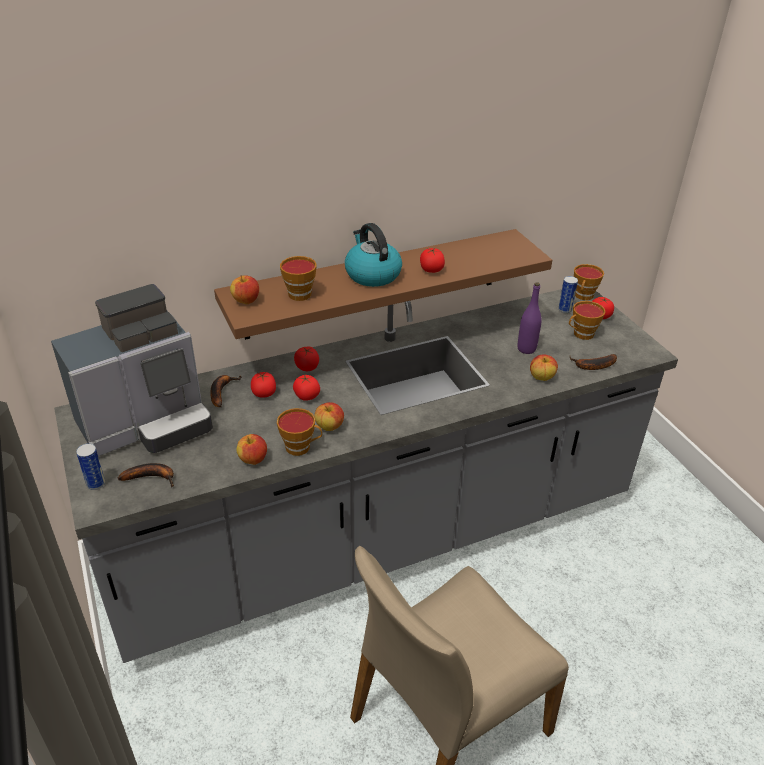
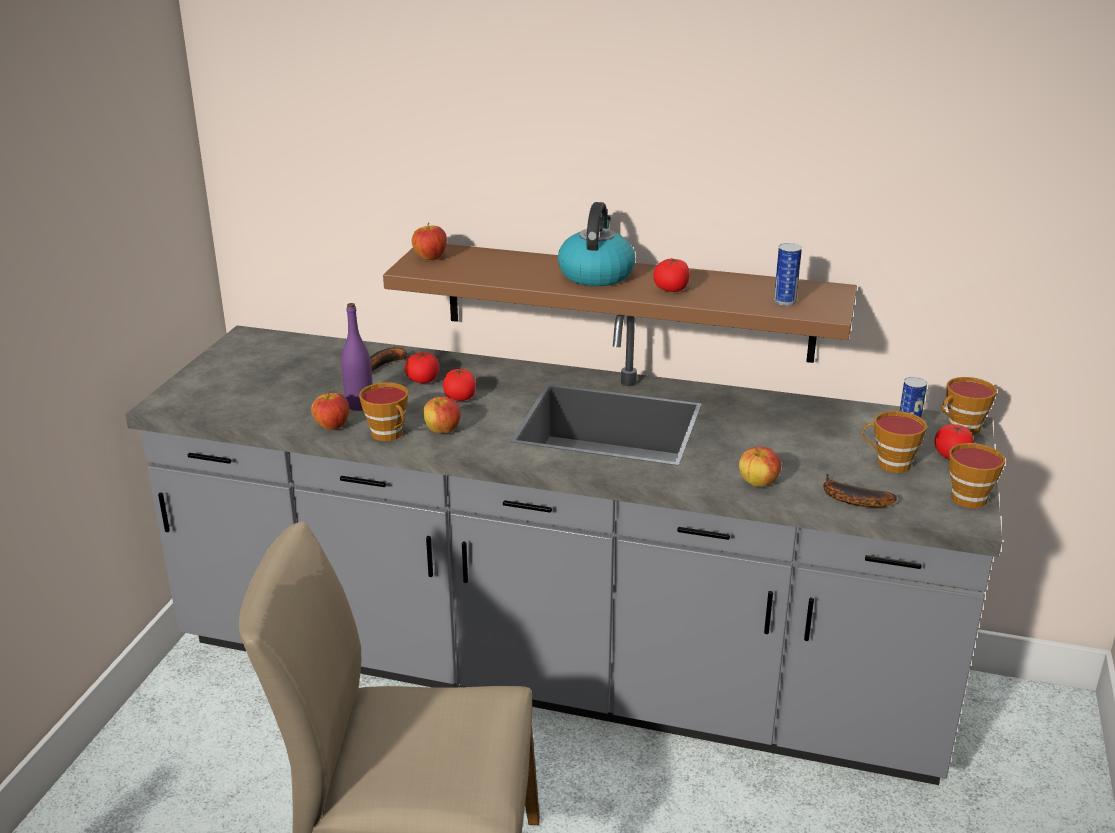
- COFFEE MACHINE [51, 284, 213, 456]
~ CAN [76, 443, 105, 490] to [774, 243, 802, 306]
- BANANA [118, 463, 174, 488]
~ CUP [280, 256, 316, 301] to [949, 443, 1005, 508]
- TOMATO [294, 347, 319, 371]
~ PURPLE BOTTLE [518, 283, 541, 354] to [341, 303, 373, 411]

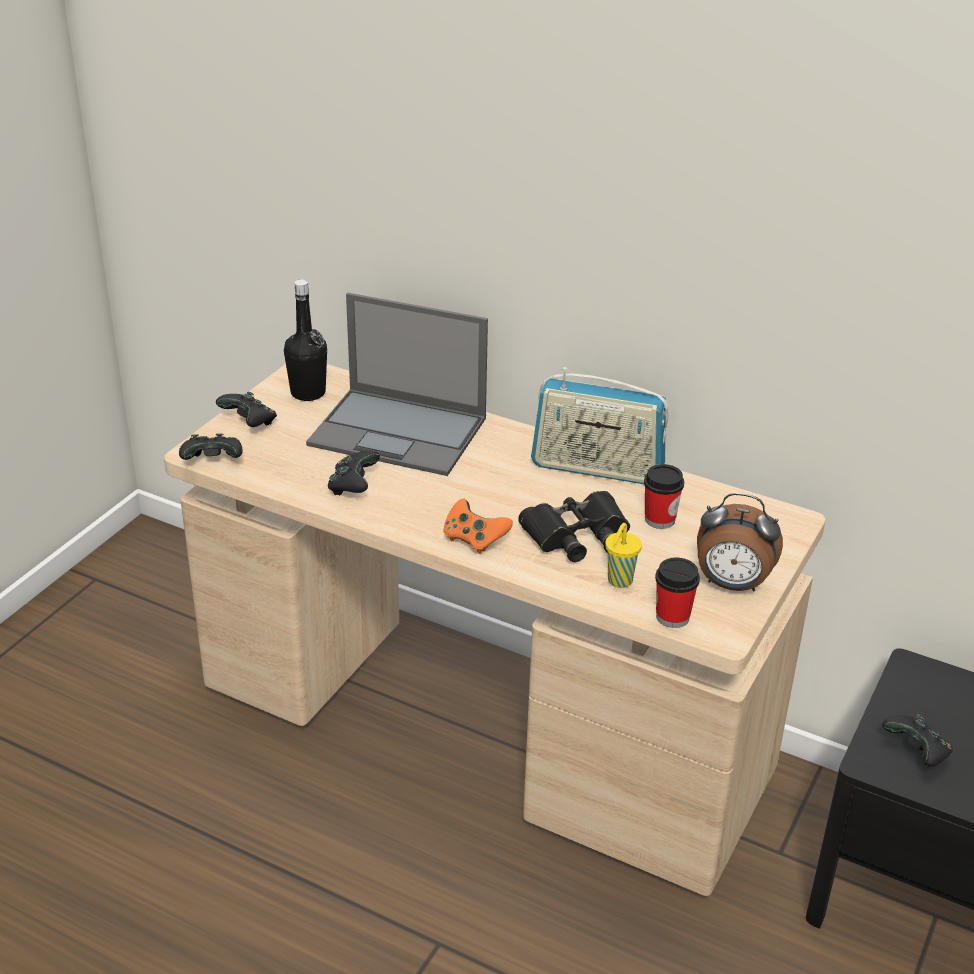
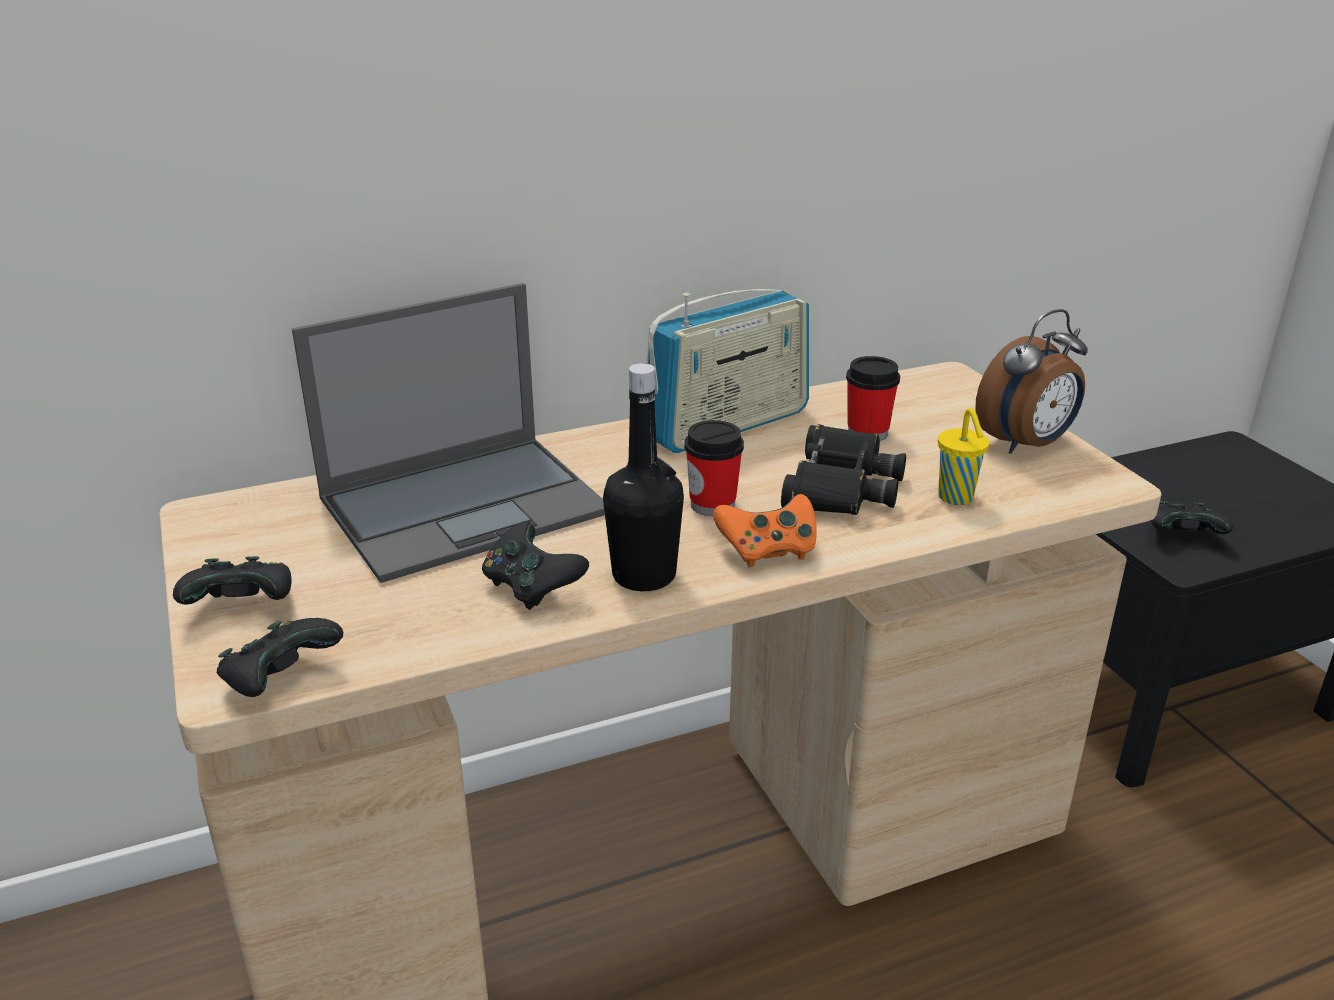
~ BLACK BOTTLE [284, 279, 327, 401] to [603, 363, 684, 591]
~ CUP [655, 558, 700, 628] to [684, 420, 744, 516]

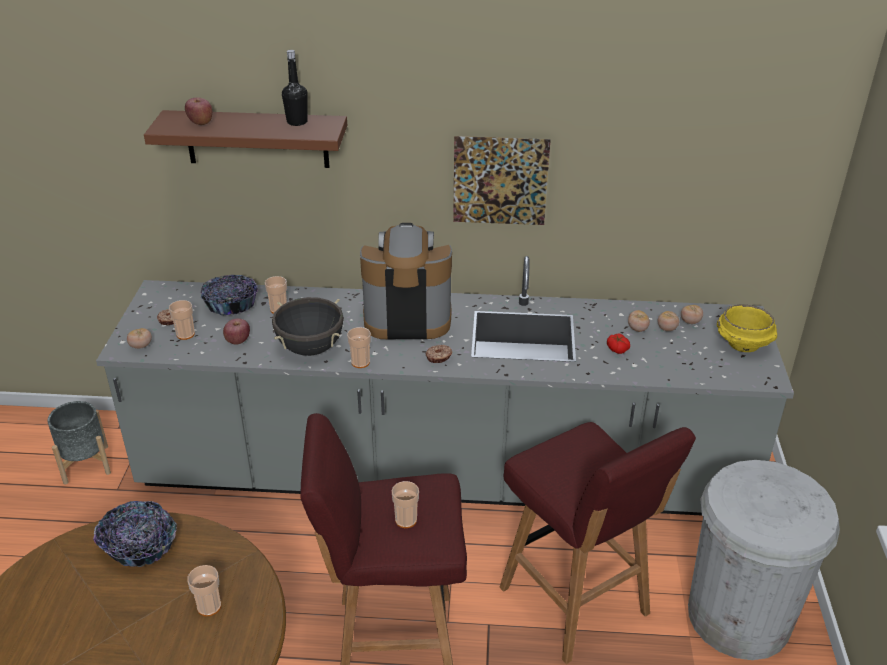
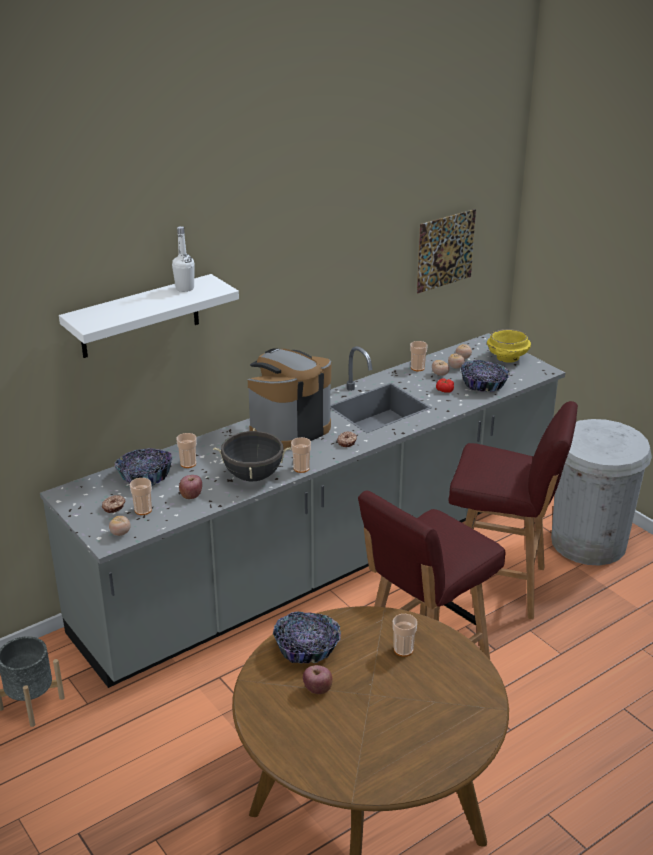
~ BROWN SHELF [144, 110, 347, 168] to WHITE SHELF [59, 274, 239, 358]
~ APPLE [185, 97, 212, 125] to [303, 665, 332, 694]
~ BLACK BOTTLE [282, 50, 308, 126] to WHITE BOTTLE [172, 226, 195, 292]
~ CUP [392, 481, 419, 528] to [410, 341, 428, 371]
~ PICTURE [453, 136, 550, 225] to [417, 209, 476, 293]
+ BOWL [460, 360, 510, 392]

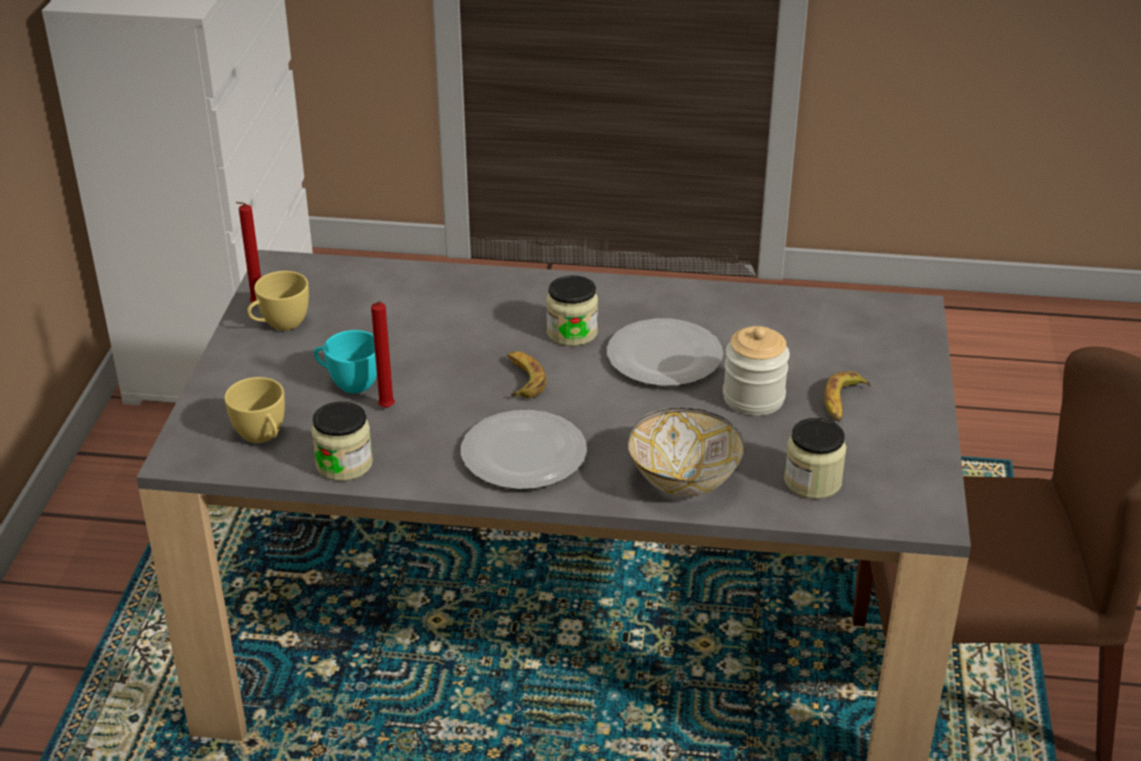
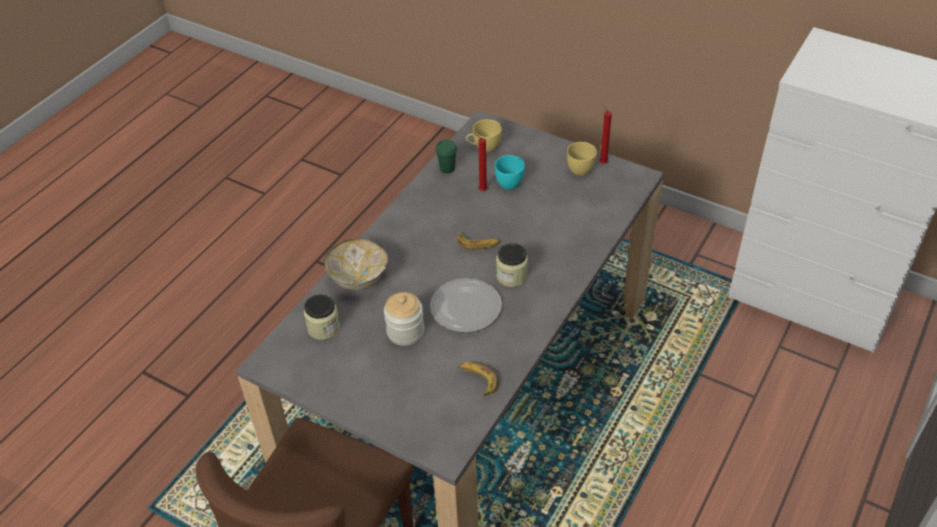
~ JAR [311, 402, 373, 481] to GREEN CUP [435, 140, 457, 173]
- PLATE [461, 410, 587, 489]
~ BANANA [824, 371, 871, 422] to [459, 362, 498, 396]

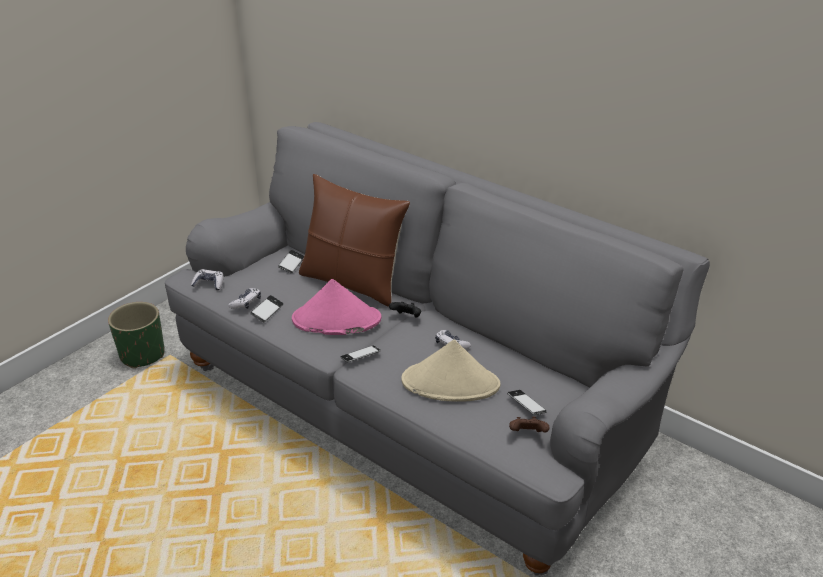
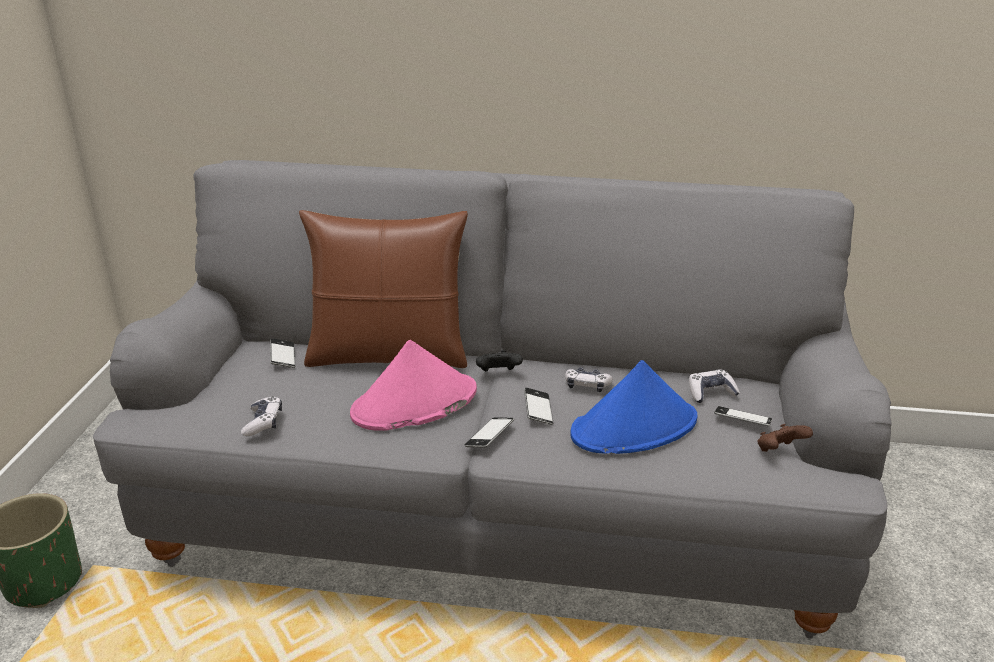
~ GAME CONTROLLER [191, 269, 223, 291] to [689, 369, 740, 403]
~ PHONE [250, 295, 284, 322] to [524, 387, 553, 425]
~ BEIGE HAT [401, 339, 500, 402] to BLUE HAT [570, 360, 697, 454]

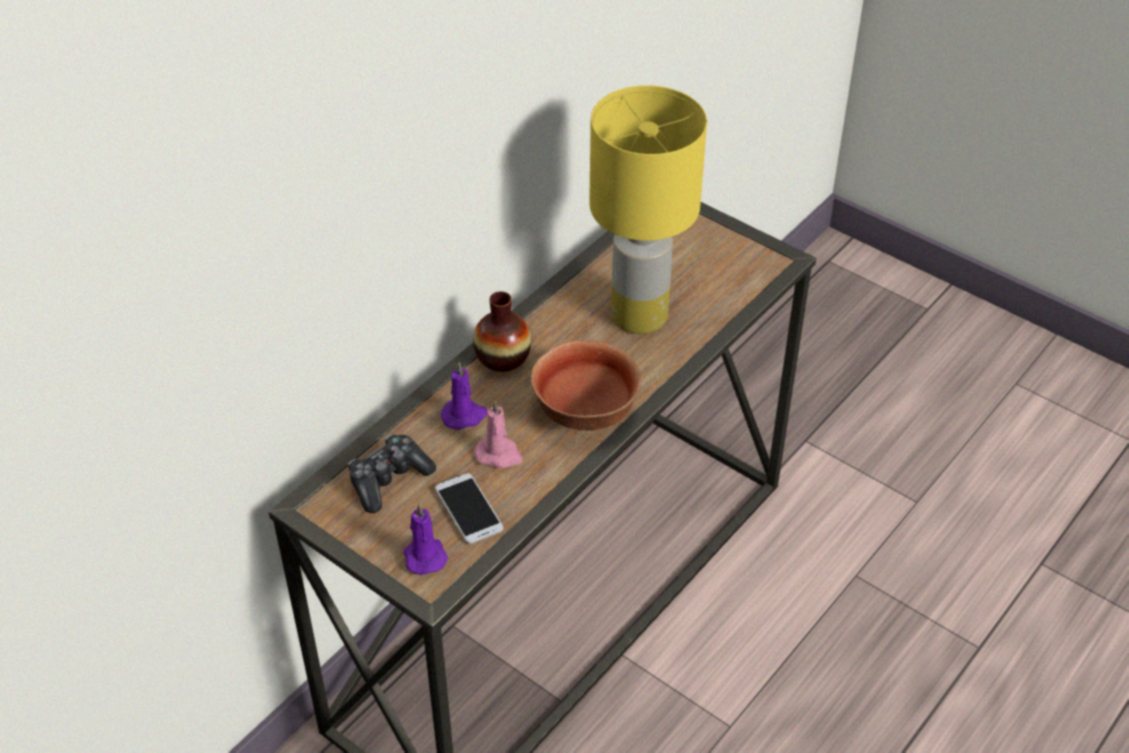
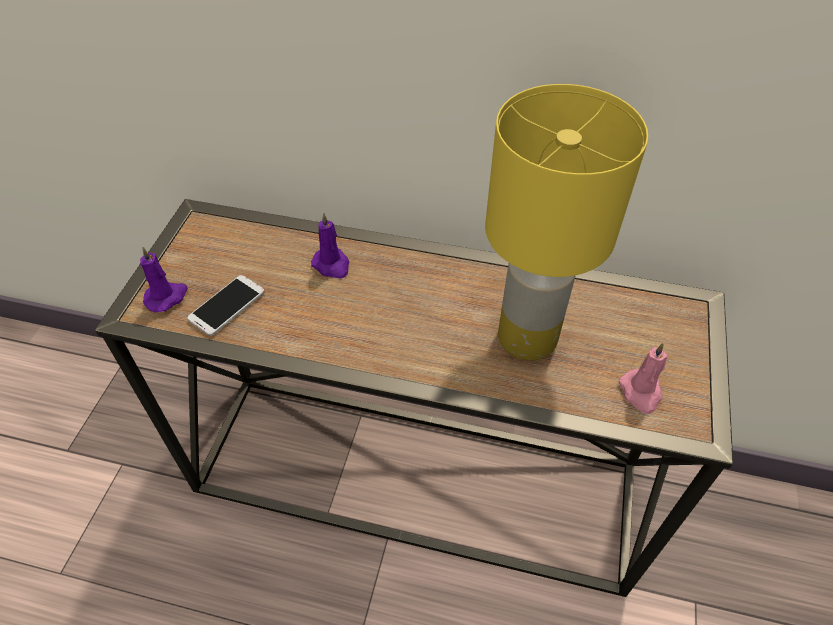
- GAME CONTROLLER [348, 435, 436, 513]
- VASE [473, 291, 531, 372]
~ PINK CANDLE [475, 400, 523, 468] to [619, 343, 667, 414]
- BOWL [531, 340, 641, 431]

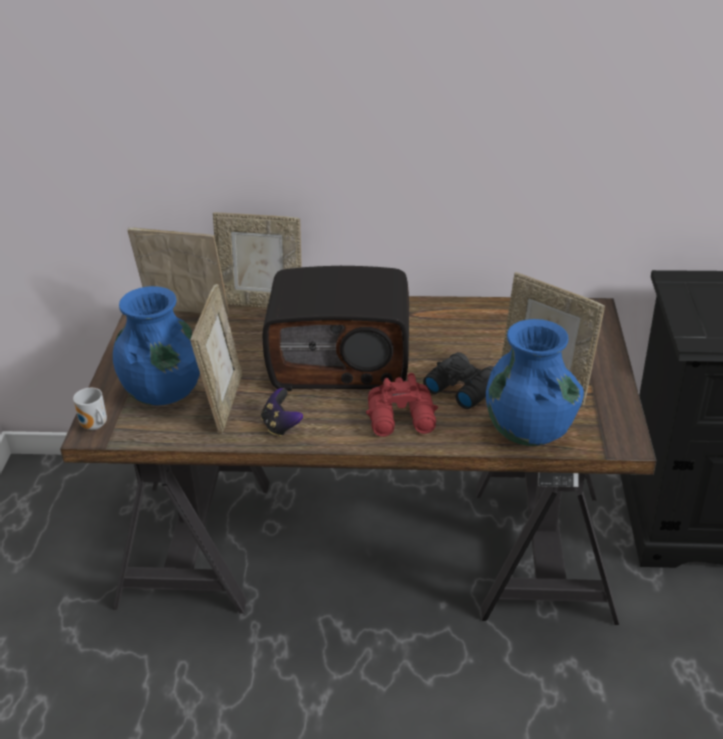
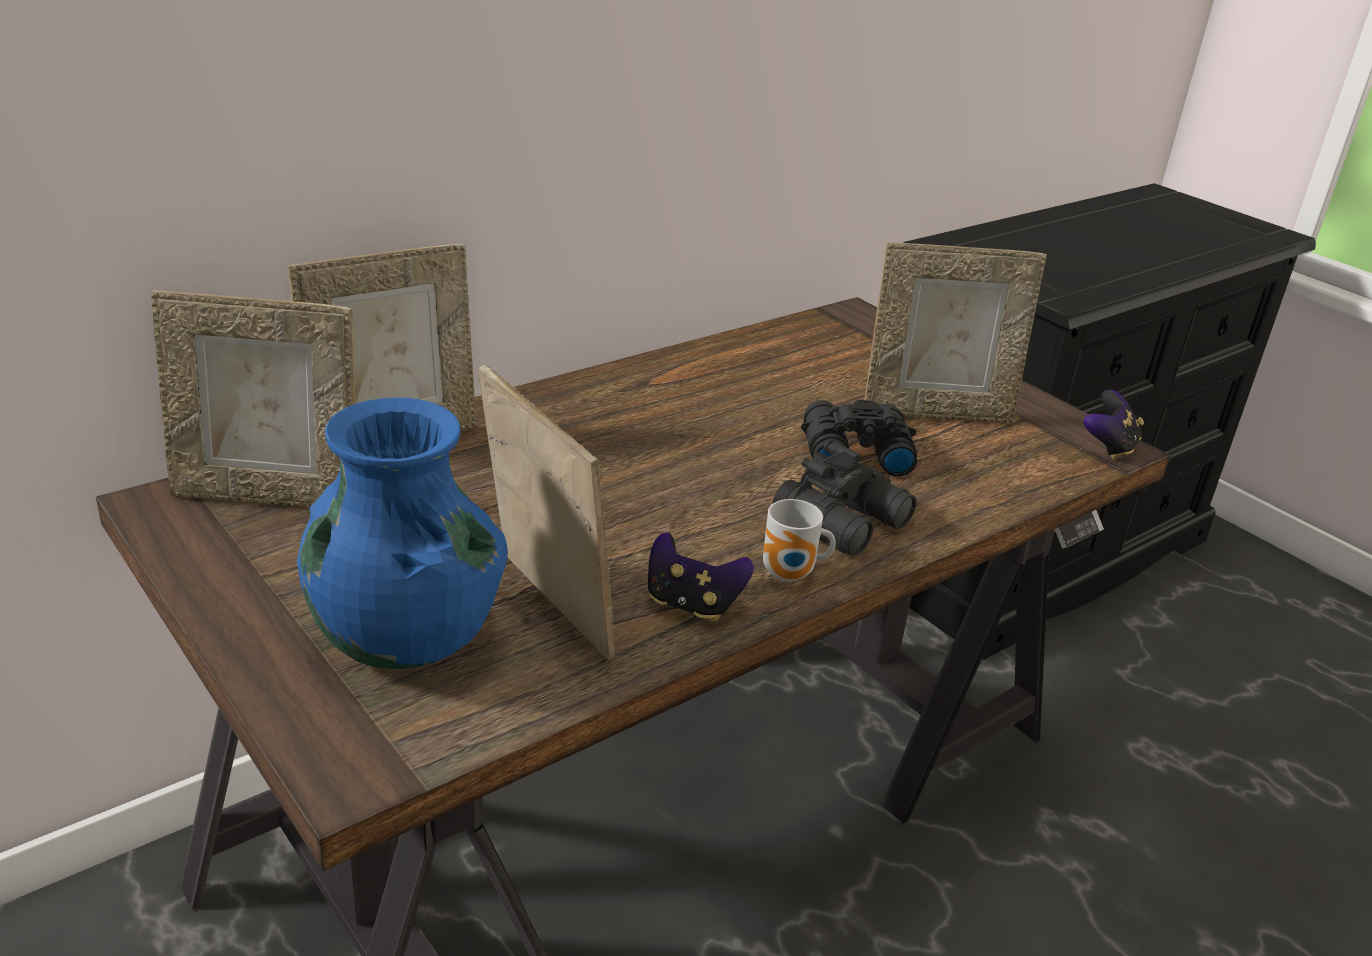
~ MUG [73, 388, 107, 430] to [763, 499, 836, 582]
~ PICTURE FRAME [128, 228, 230, 316] = [151, 290, 355, 507] 150 degrees counterclockwise
- RADIO [263, 266, 409, 391]
~ RED BINOCULARS [366, 373, 438, 437] to BLACK BINOCULARS [773, 439, 916, 556]
- BLUE VASE [486, 319, 584, 446]
+ GAME CONTROLLER [1083, 390, 1144, 460]

